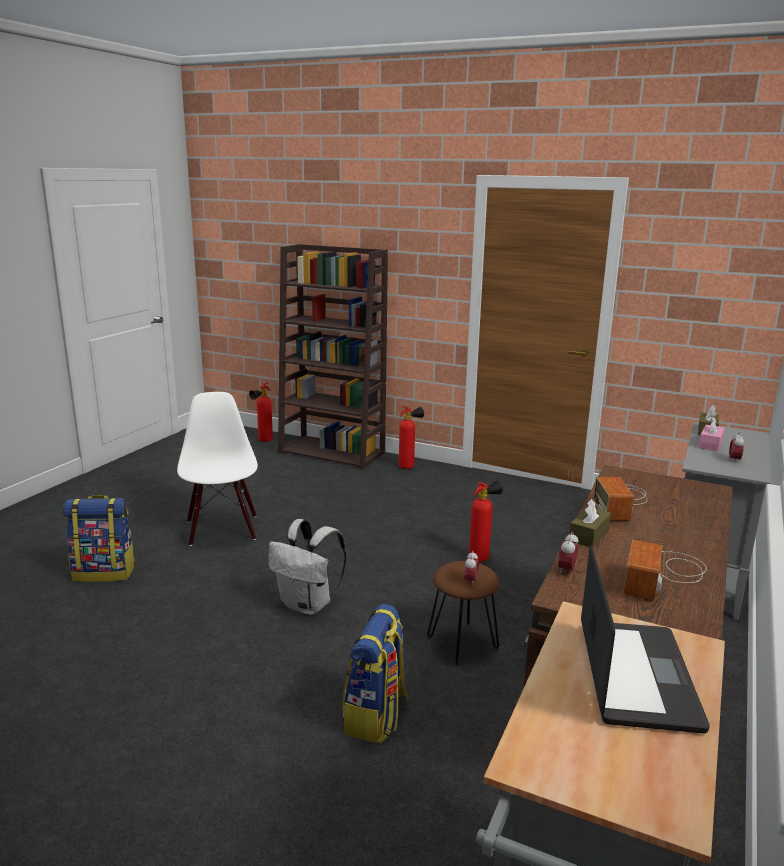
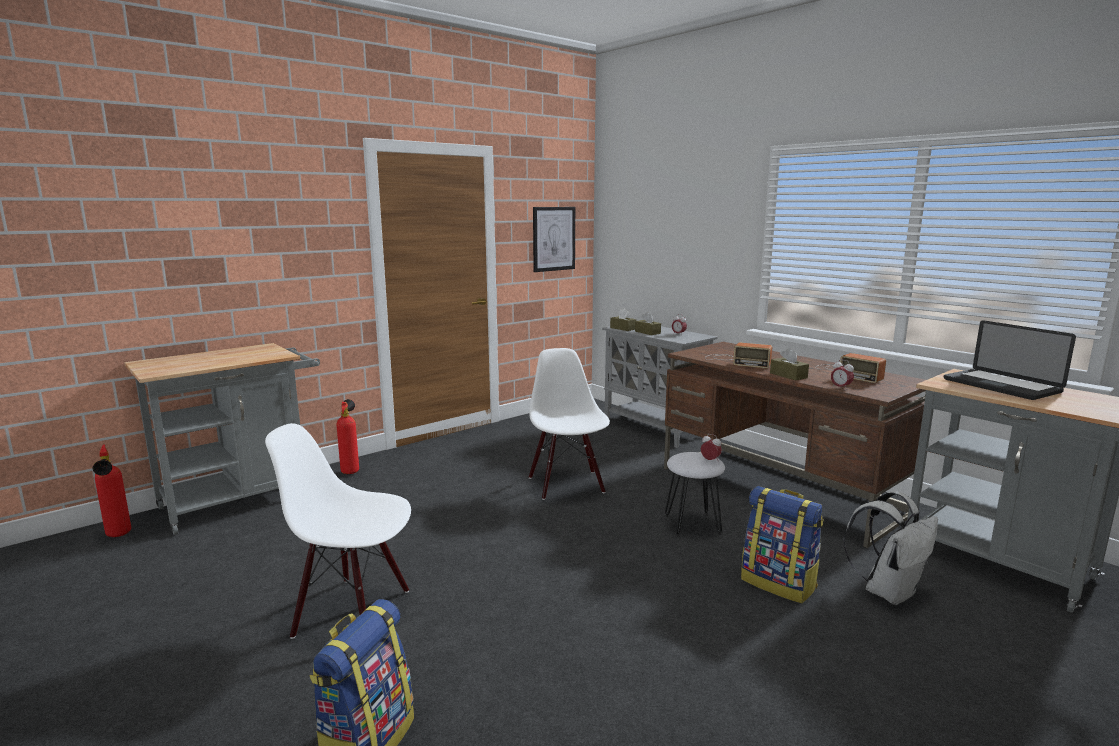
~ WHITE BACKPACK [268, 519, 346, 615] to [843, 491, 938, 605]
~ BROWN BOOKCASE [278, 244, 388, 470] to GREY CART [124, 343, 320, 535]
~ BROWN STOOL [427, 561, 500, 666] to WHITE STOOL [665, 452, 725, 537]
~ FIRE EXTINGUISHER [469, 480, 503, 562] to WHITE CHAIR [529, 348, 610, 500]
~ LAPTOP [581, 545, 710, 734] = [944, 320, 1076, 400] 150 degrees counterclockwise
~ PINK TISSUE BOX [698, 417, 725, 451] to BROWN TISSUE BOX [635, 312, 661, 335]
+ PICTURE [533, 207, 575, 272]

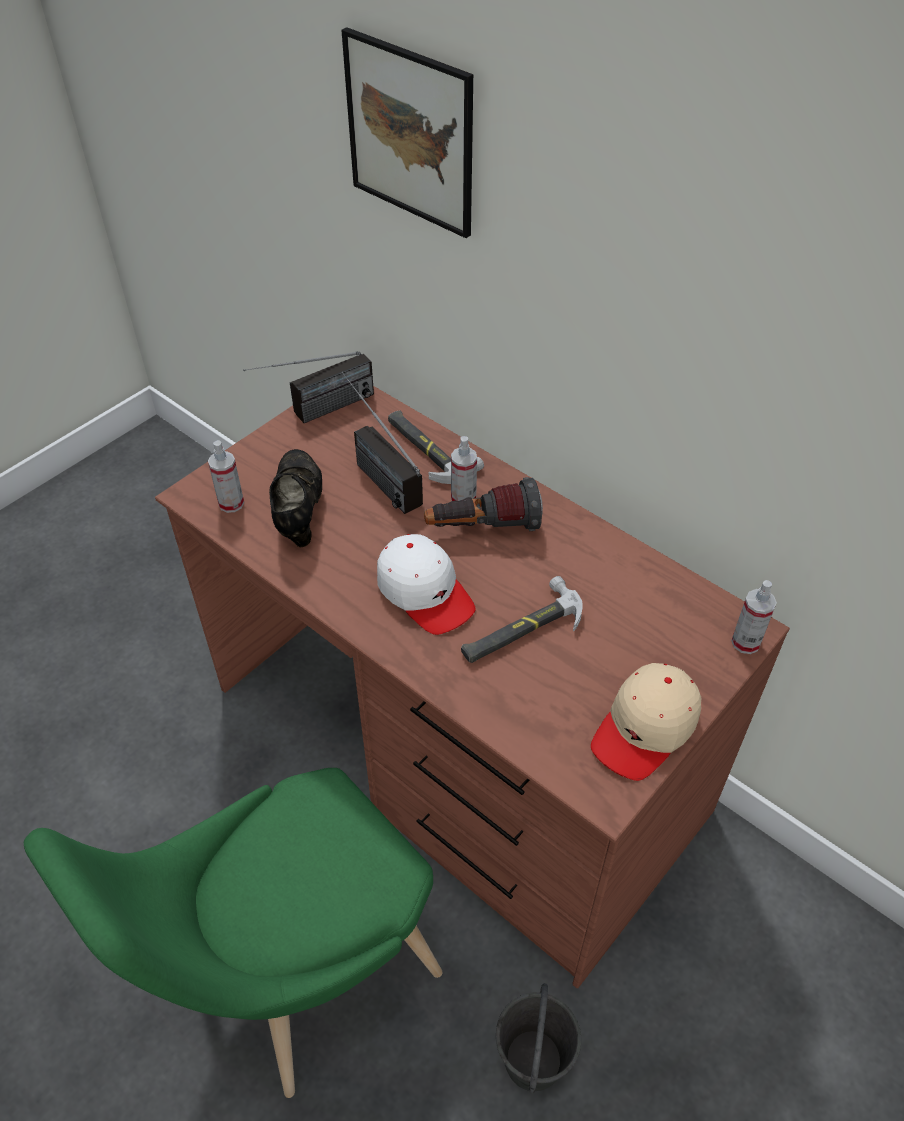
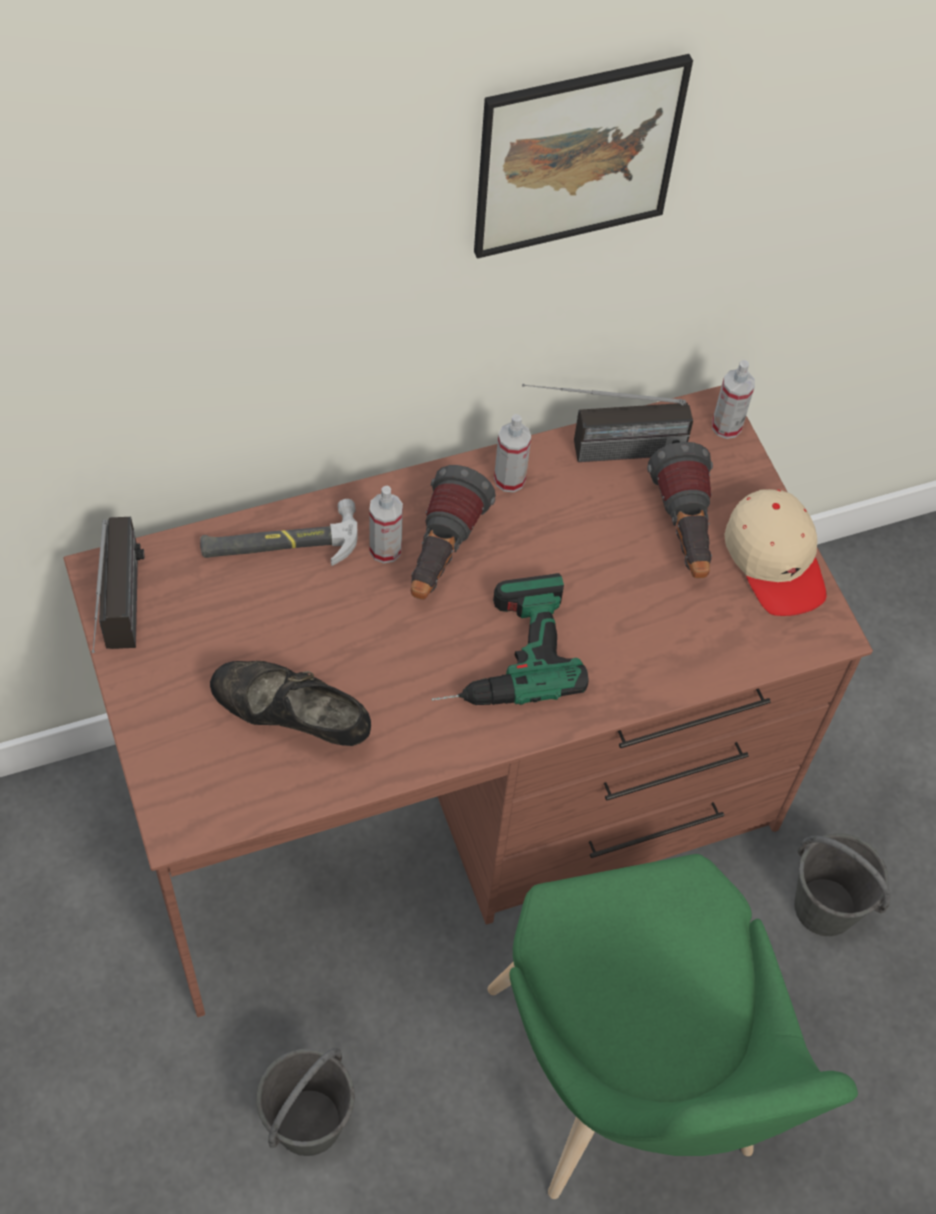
~ SPRAY BOTTLE [208, 440, 244, 513] to [494, 414, 531, 493]
~ PICTURE [341, 27, 473, 238] to [474, 54, 693, 259]
~ RADIO [341, 371, 423, 514] to [522, 384, 693, 462]
~ WHITE CAP [377, 534, 476, 635] to POWER DRILL [432, 573, 588, 705]
- HAMMER [461, 576, 582, 663]
+ GREY BUCKET [256, 1048, 355, 1156]
+ FLASHLIGHT [647, 442, 713, 578]

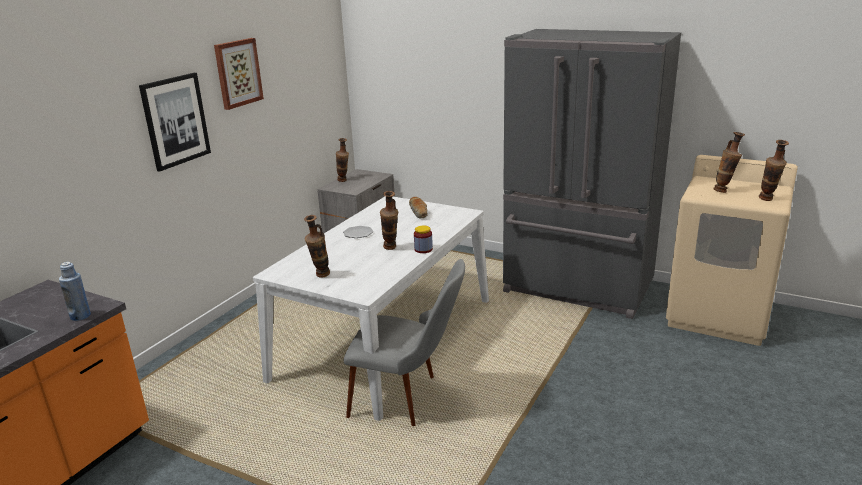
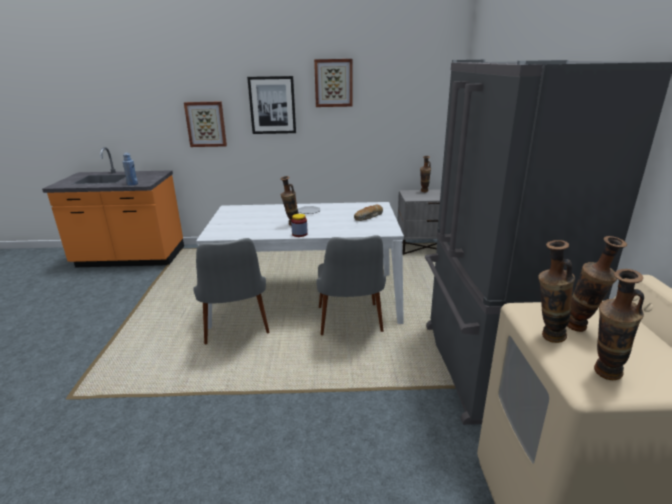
~ VASE [304, 215, 330, 278] to [538, 240, 575, 343]
+ PICTURE [184, 101, 227, 147]
+ GREY CHAIR [316, 235, 386, 335]

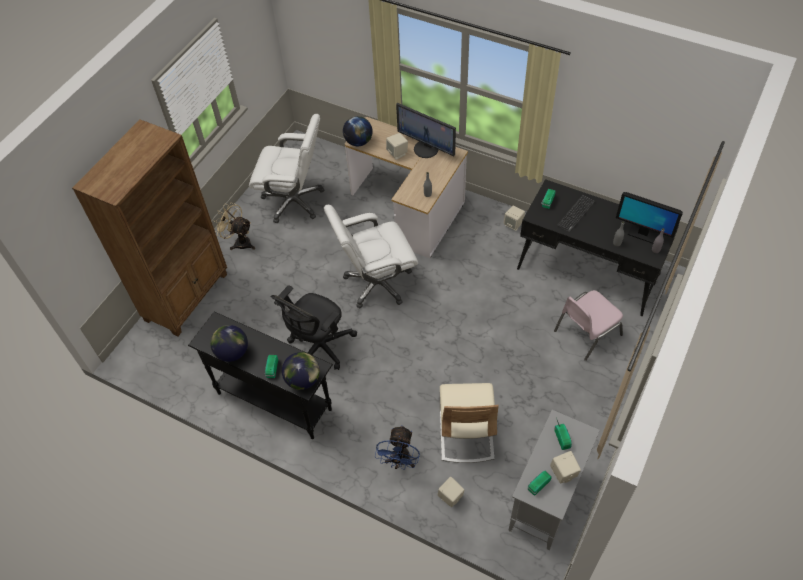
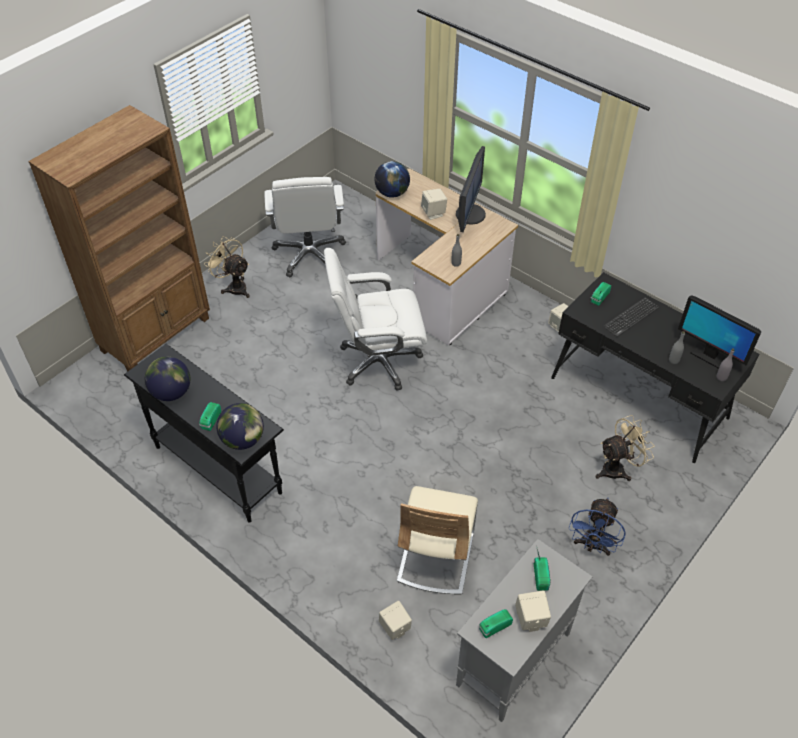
~ WHITE OFFICE CHAIR [249, 114, 325, 223] = [264, 177, 346, 277] 60 degrees clockwise
- BLACK OFFICE CHAIR [270, 285, 357, 370]
~ BLUE FAN [375, 425, 420, 470] to [569, 498, 626, 556]
~ MONITOR [396, 103, 456, 158] = [456, 146, 486, 232] 120 degrees counterclockwise
~ PINK CHAIR [554, 290, 623, 361] to BEIGE FAN [596, 415, 655, 481]

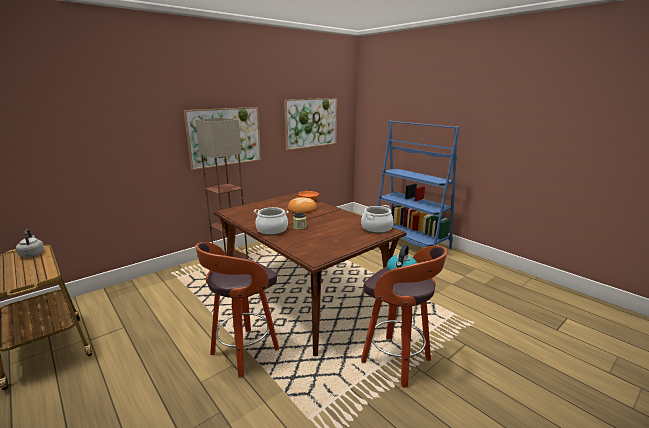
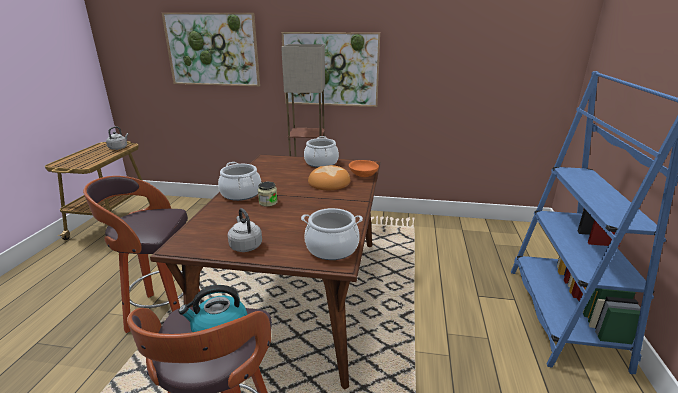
~ PICTURE [284, 98, 337, 150] to [162, 13, 260, 86]
+ GREY KETTLE [228, 208, 262, 252]
+ COOKING POT [304, 136, 339, 168]

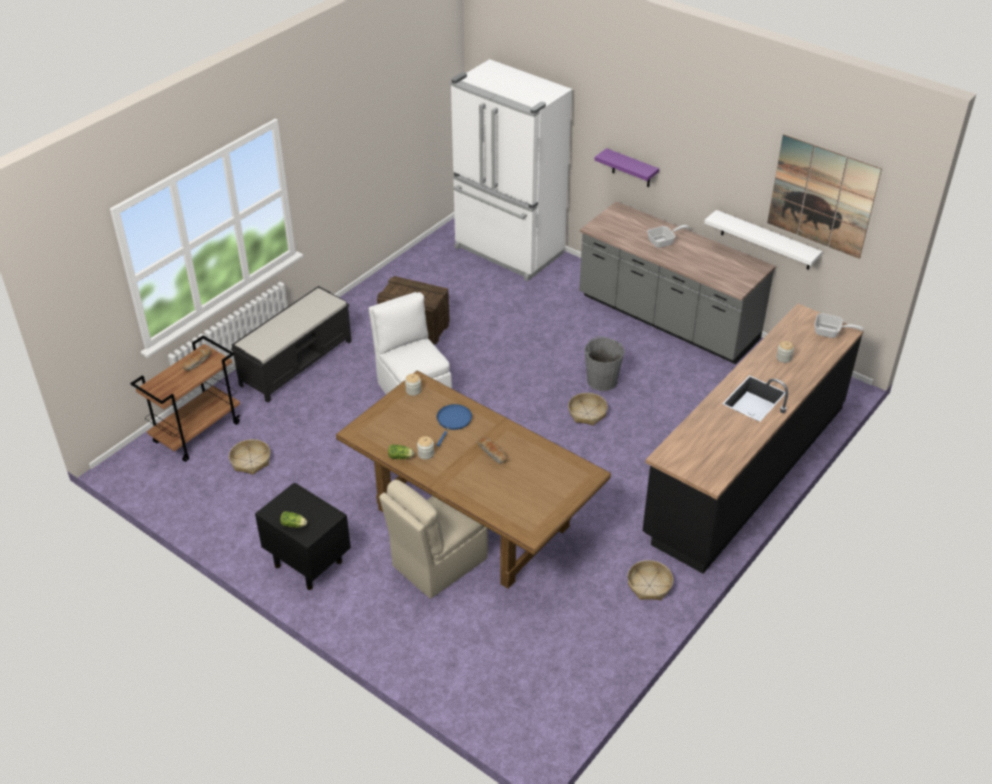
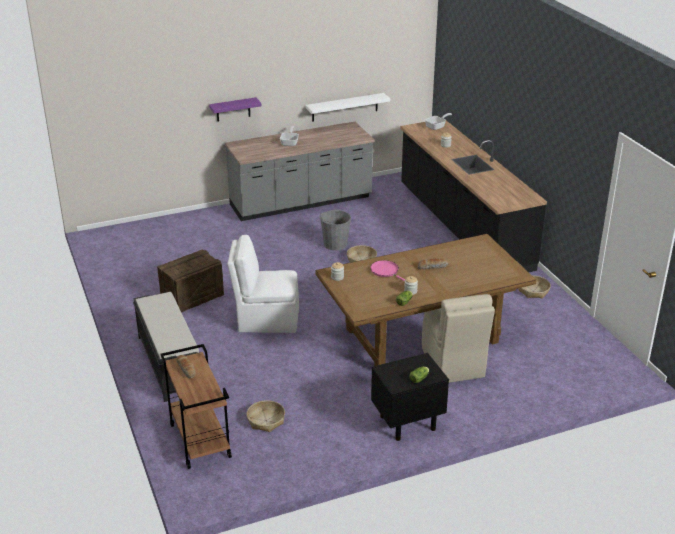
~ BLUE FRYING PAN [436, 404, 472, 447] to PINK FRYING PAN [370, 260, 405, 282]
- WHITE FRIDGE [450, 59, 572, 281]
- PICTURE [767, 134, 882, 259]

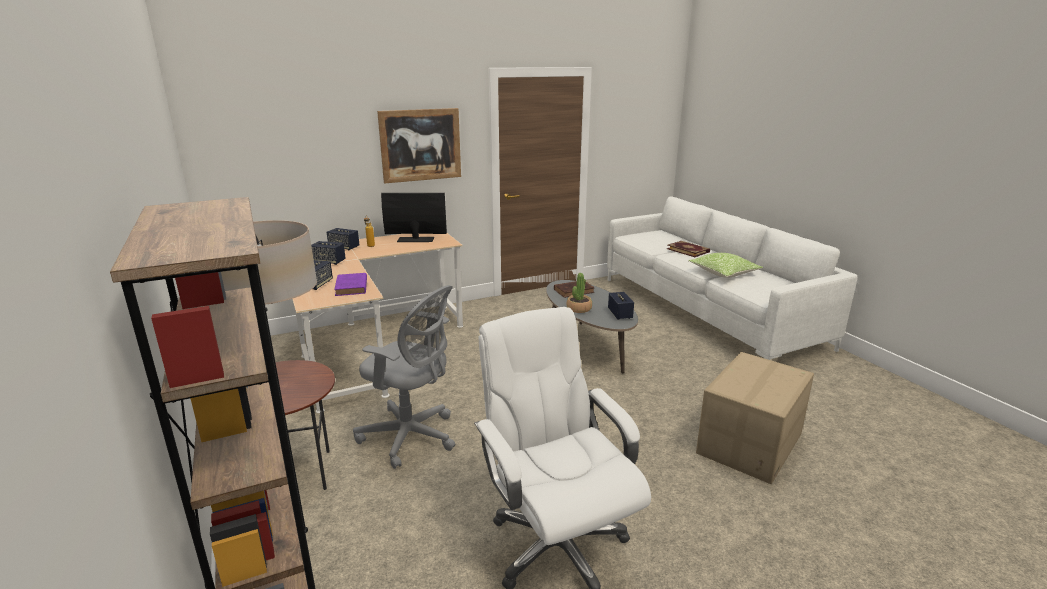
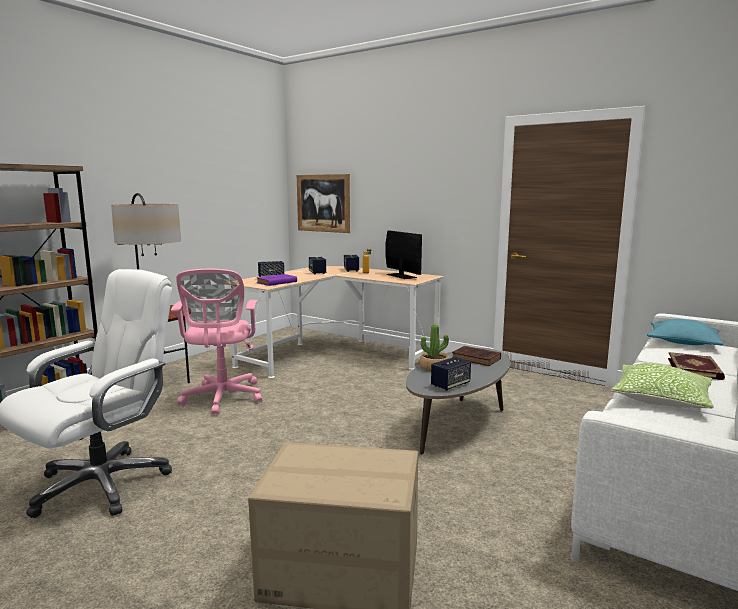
~ GREY OFFICE CHAIR [353, 285, 455, 469] to PINK OFFICE CHAIR [171, 269, 262, 414]
~ PICTURE [377, 108, 461, 184] to [297, 174, 350, 233]
+ TURQUOISE PILLOW [647, 319, 724, 345]

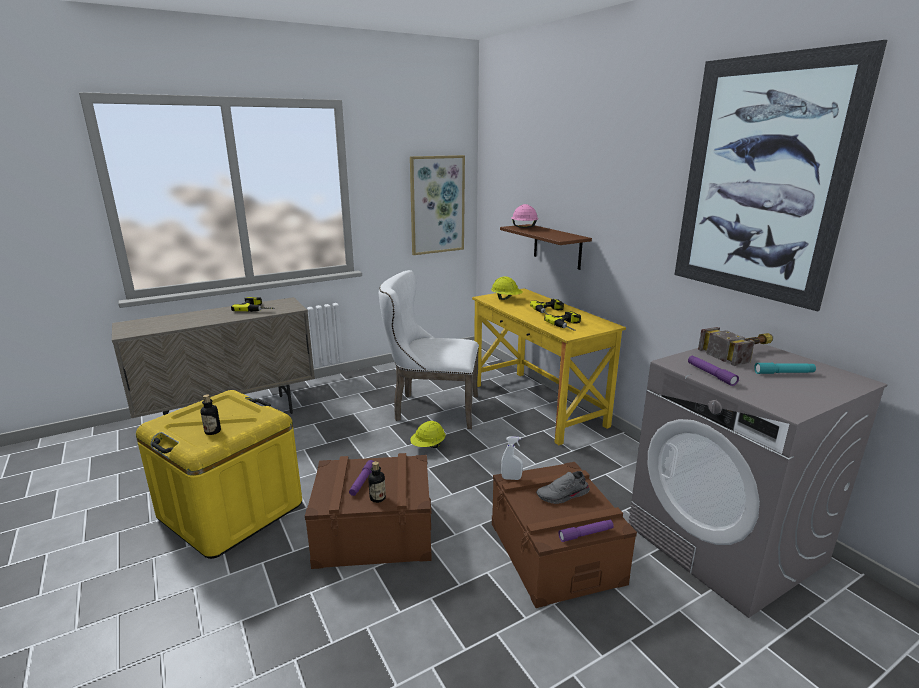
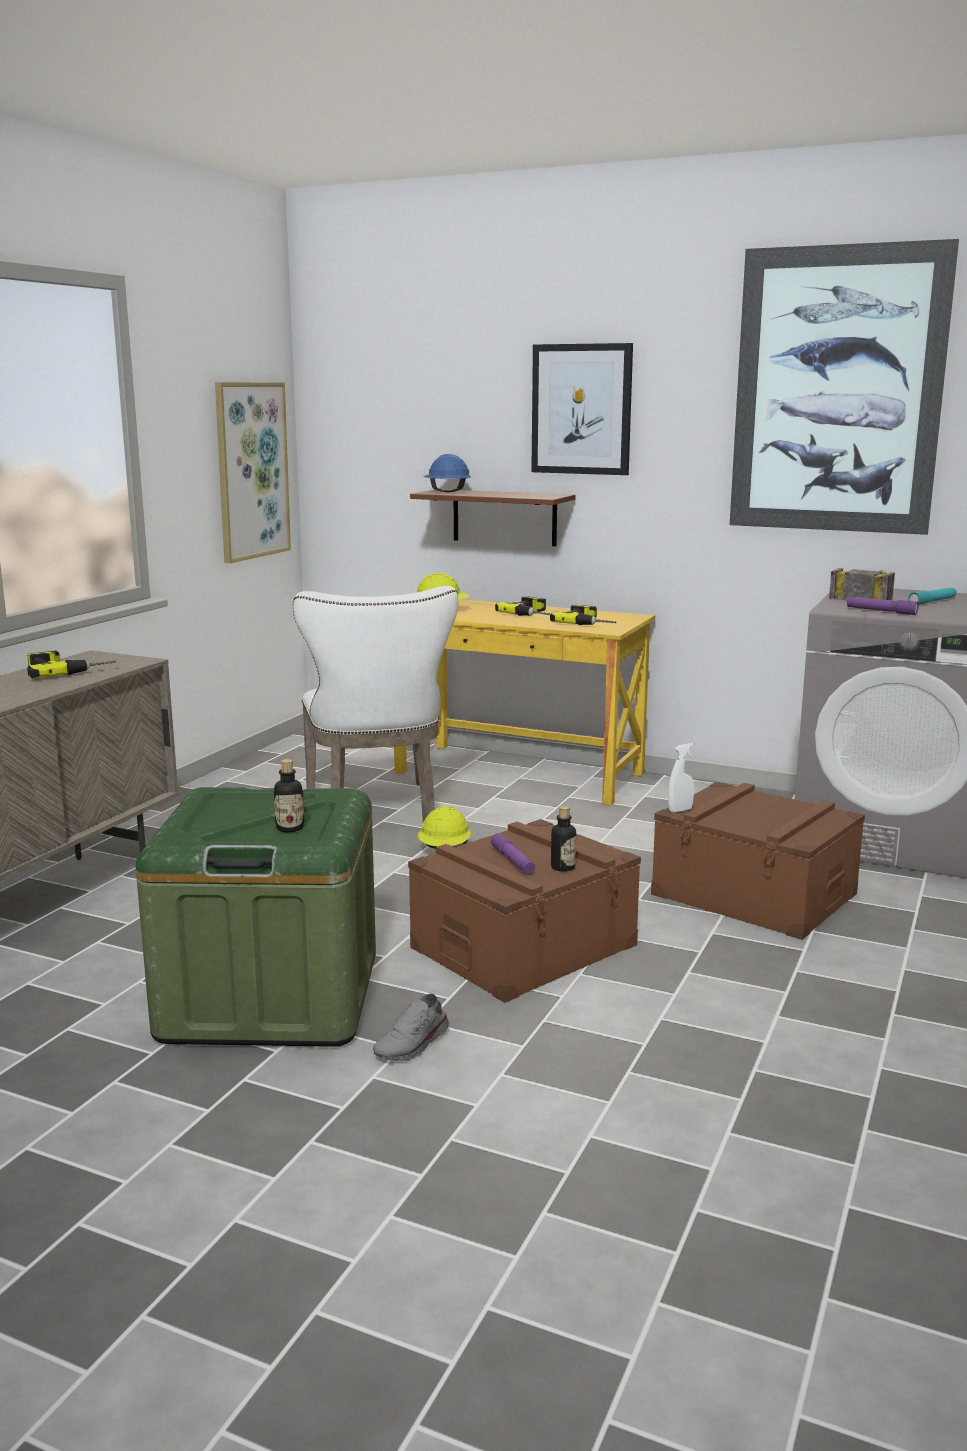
~ YELLOW STORAGE BOX [136, 390, 302, 559] to GREEN STORAGE BOX [136, 787, 376, 1047]
~ WHITE CHAIR [379, 270, 479, 429] = [293, 586, 458, 822] 75 degrees counterclockwise
~ PINK HARD HAT [511, 204, 539, 228] to BLUE HARD HAT [423, 454, 471, 492]
~ GREY SHOE [536, 471, 590, 504] to [373, 993, 449, 1061]
- PURPLE FLASHLIGHT [559, 520, 614, 542]
+ PICTURE [531, 343, 633, 475]

